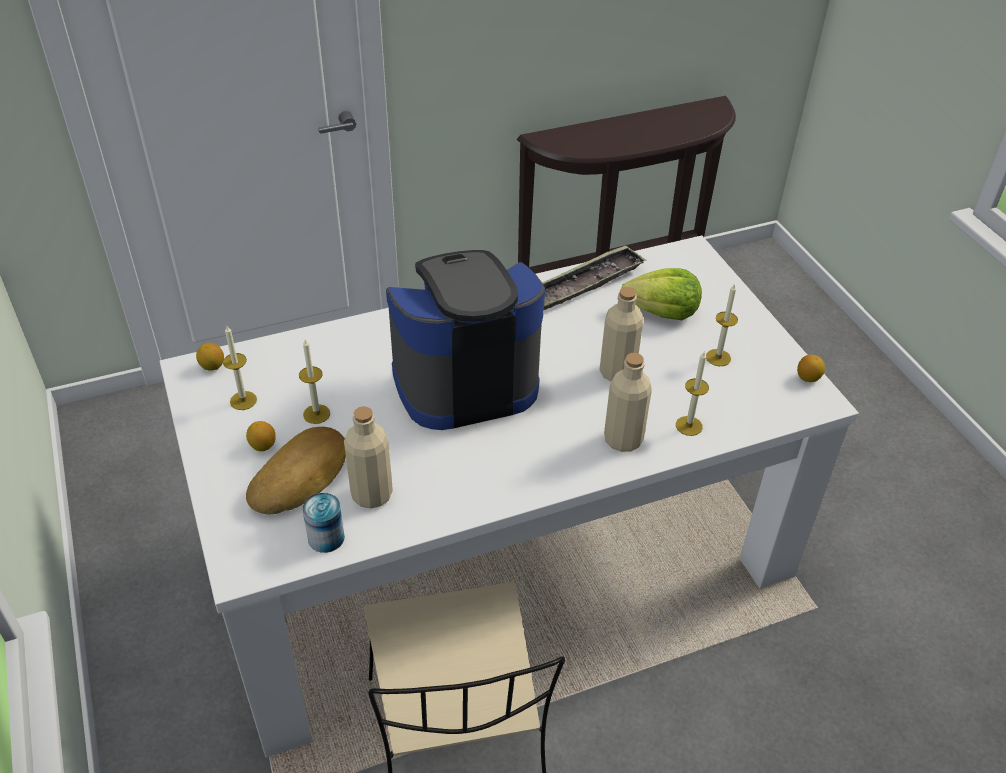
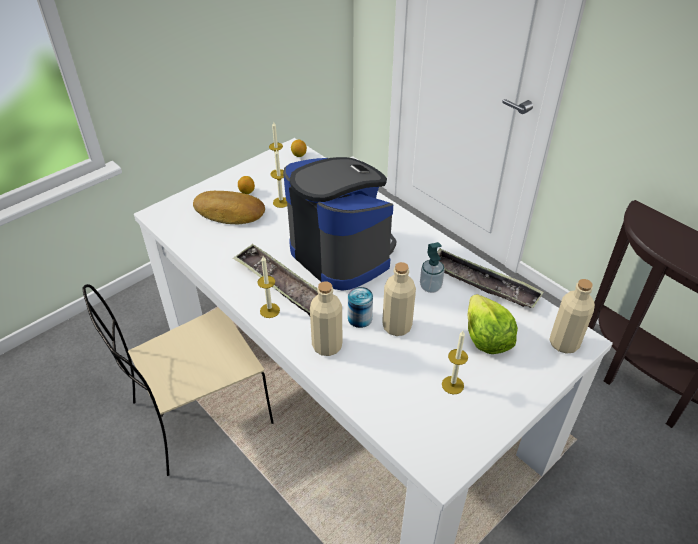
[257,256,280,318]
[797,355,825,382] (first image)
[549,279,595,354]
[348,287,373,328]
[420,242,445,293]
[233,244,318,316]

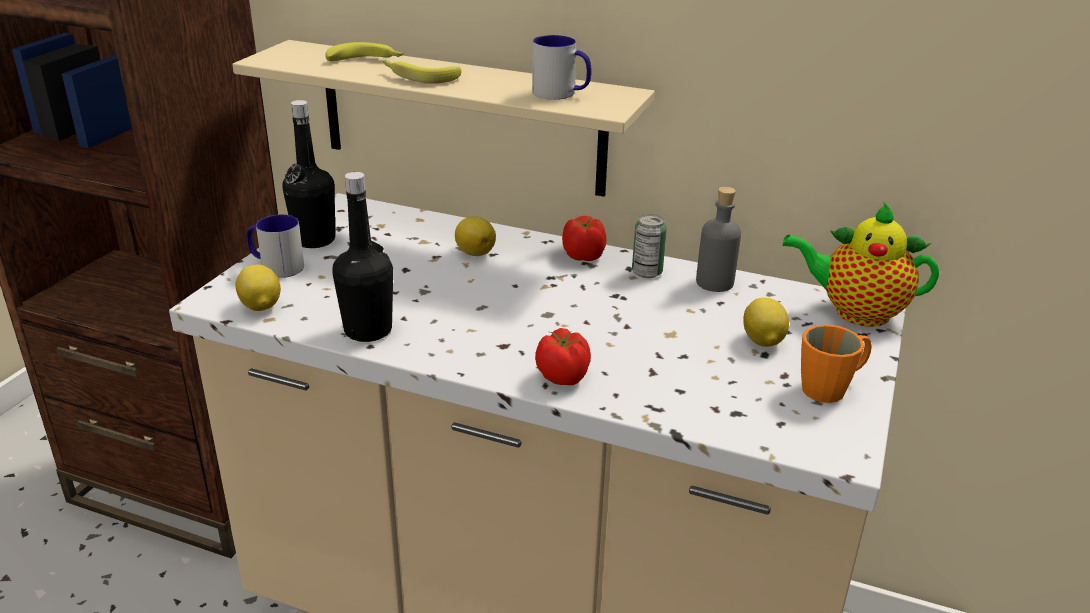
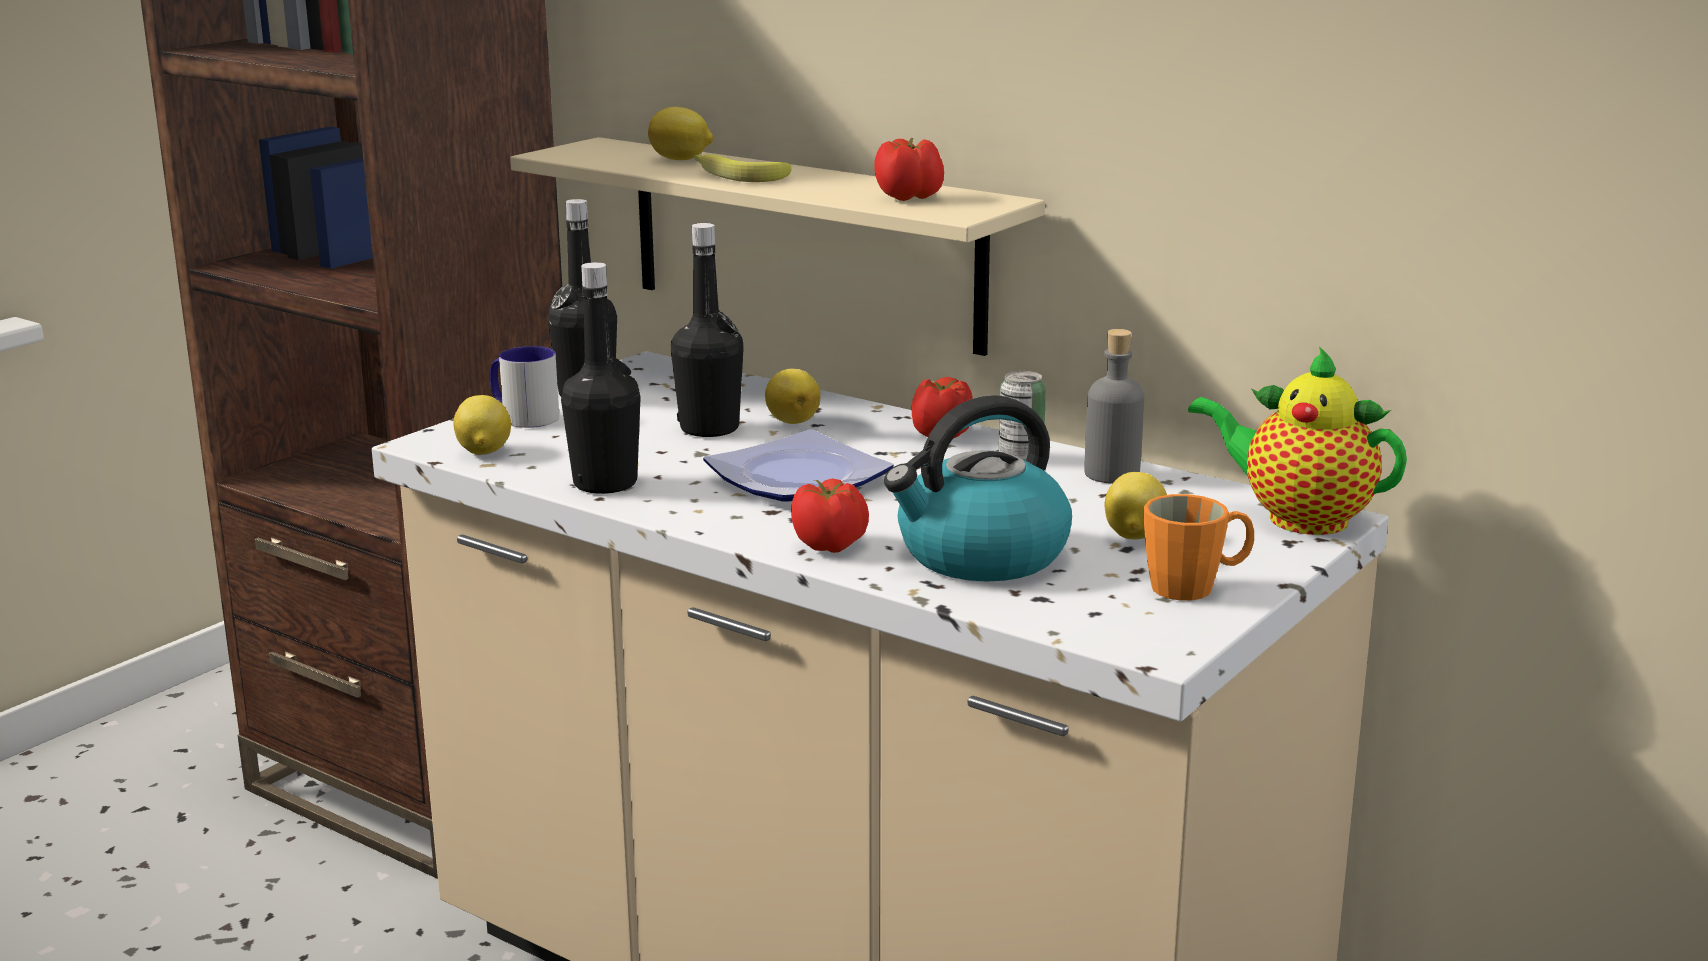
[874,138,944,201]
[648,107,713,160]
[671,223,744,437]
[884,395,1072,581]
[703,429,894,501]

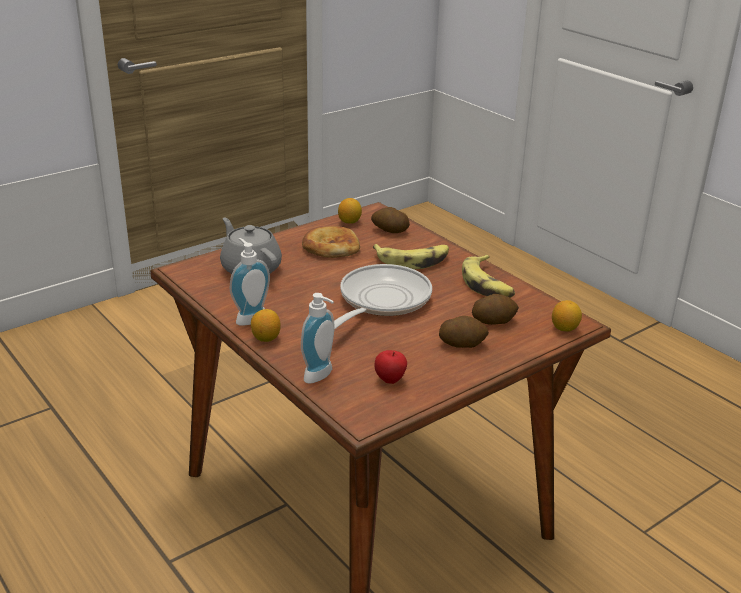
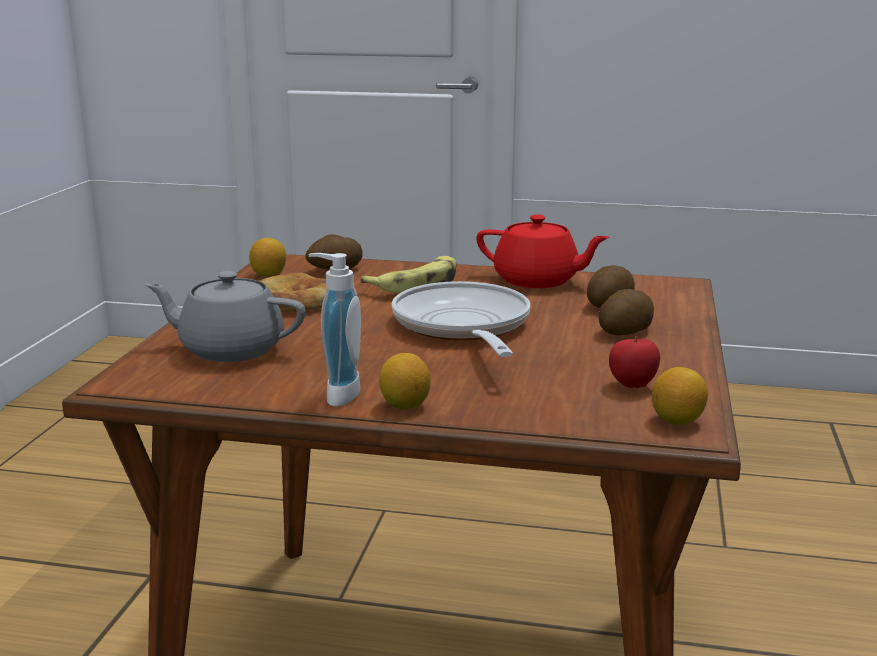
[476,214,610,288]
[301,293,335,384] (first image)
[652,367,708,425]

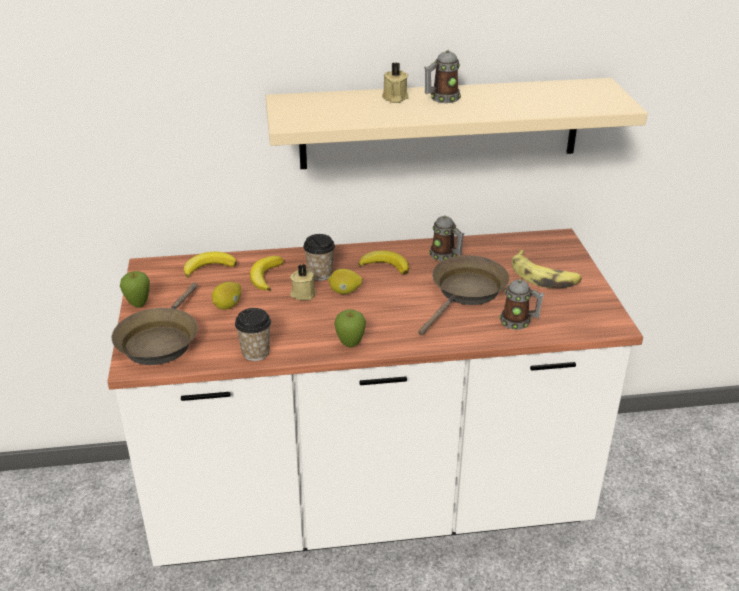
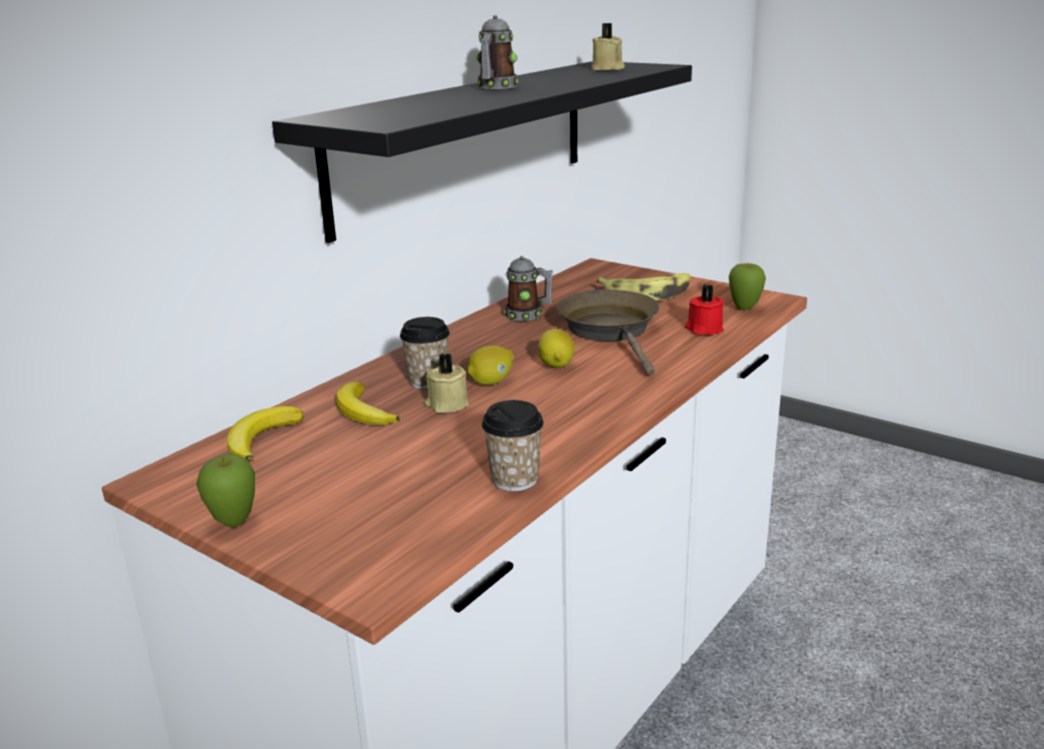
[591,23,625,70]
[272,61,692,243]
[358,250,409,275] (first image)
[685,284,724,335]
[112,282,198,365] (first image)
[538,329,574,368]
[729,263,766,310]

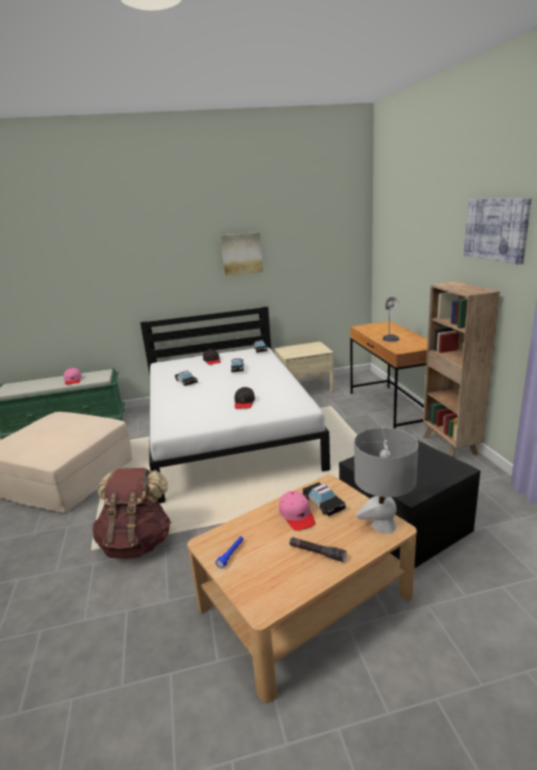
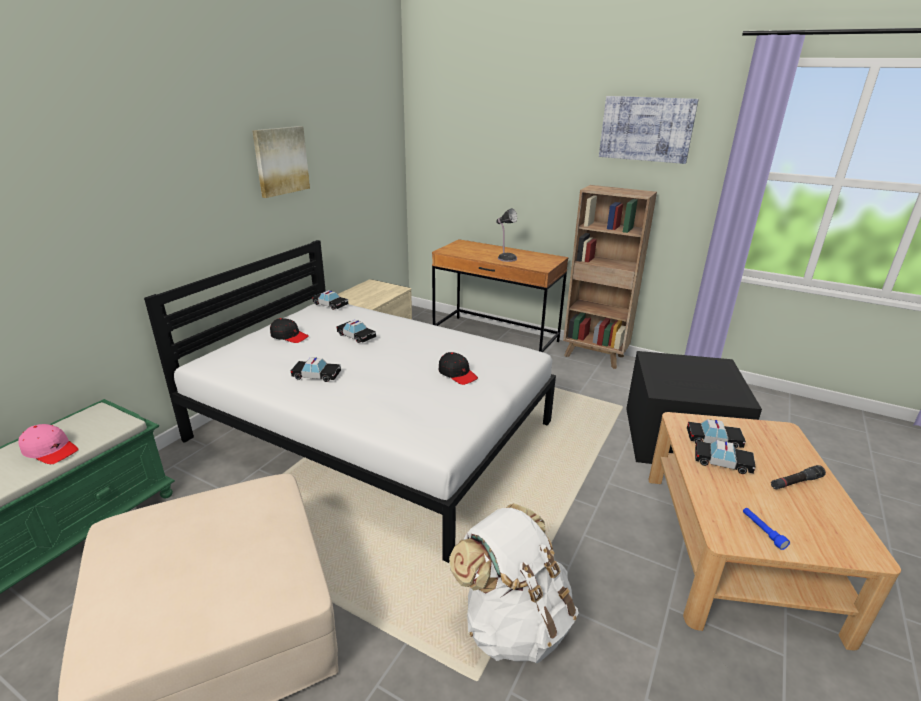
[354,428,418,534] (first image)
[449,503,579,663]
[695,440,756,474]

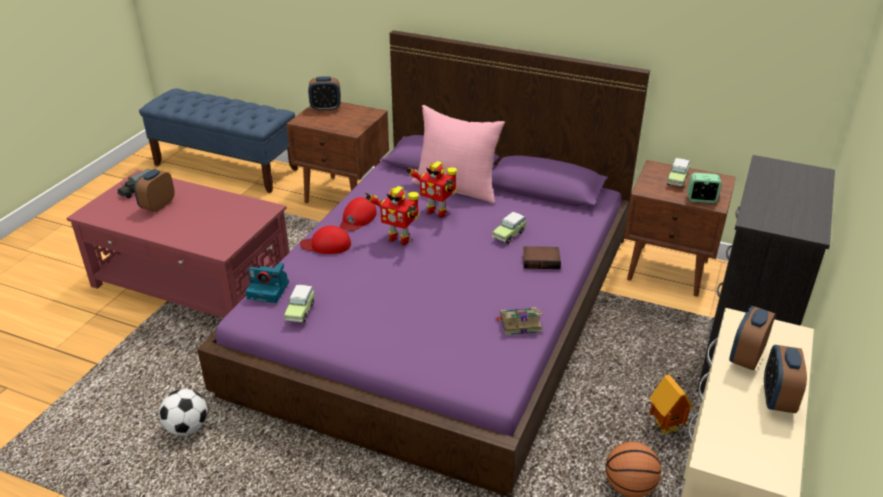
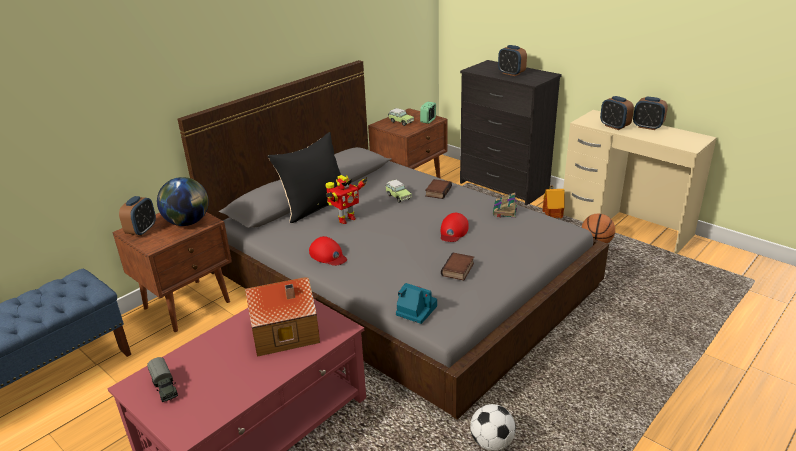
[178,60,609,420]
[267,132,341,223]
[498,45,527,76]
[365,186,419,245] (first image)
[440,213,469,242]
[396,283,437,324]
[284,285,315,323] (first image)
[157,177,209,226]
[441,252,474,281]
[245,277,320,357]

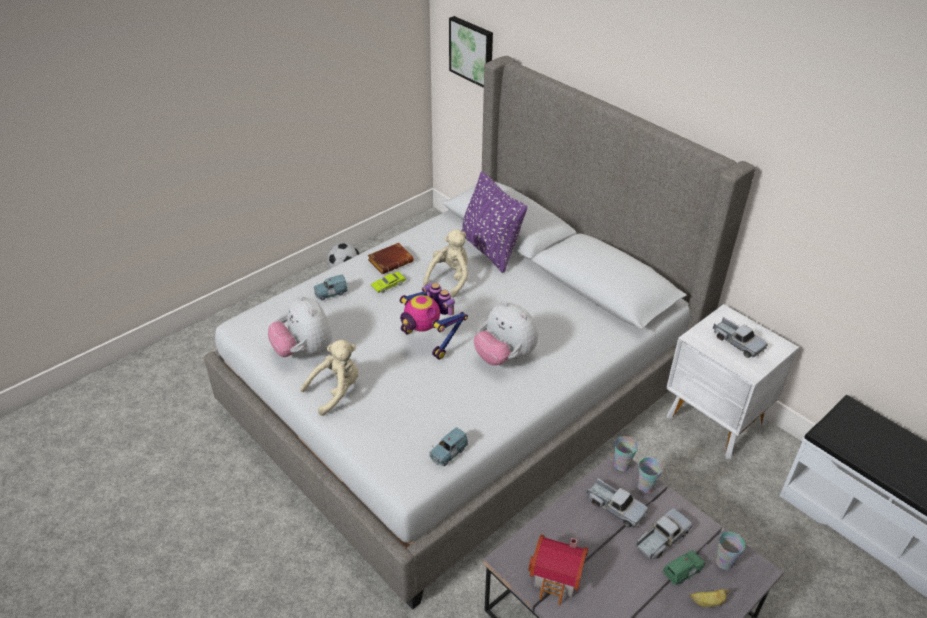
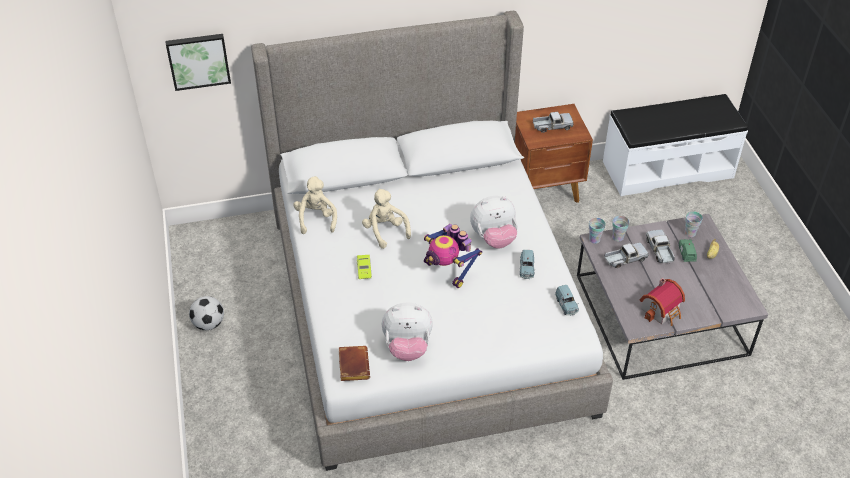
[462,171,527,273] (first image)
[339,346,370,381]
[520,250,535,279]
[424,224,482,288]
[515,104,593,203]
[293,176,337,234]

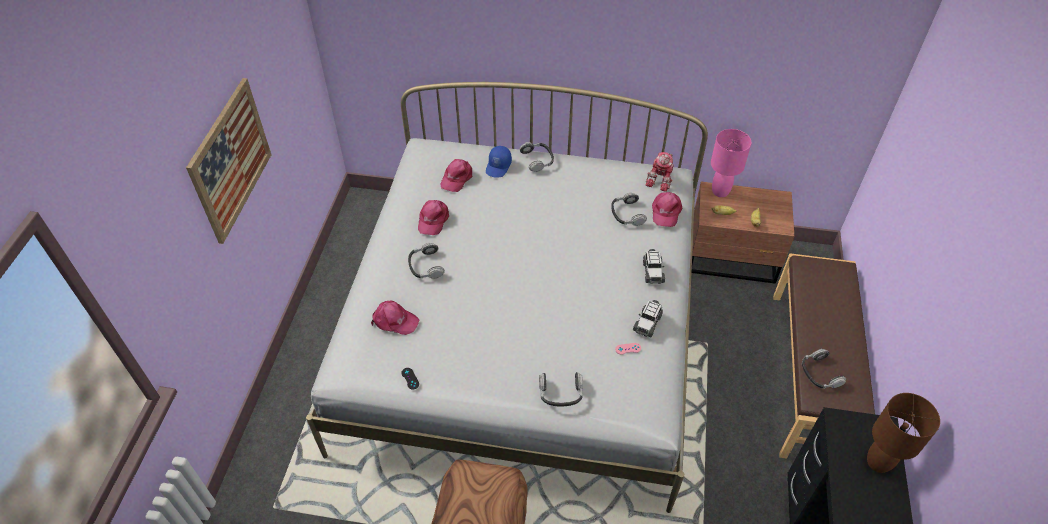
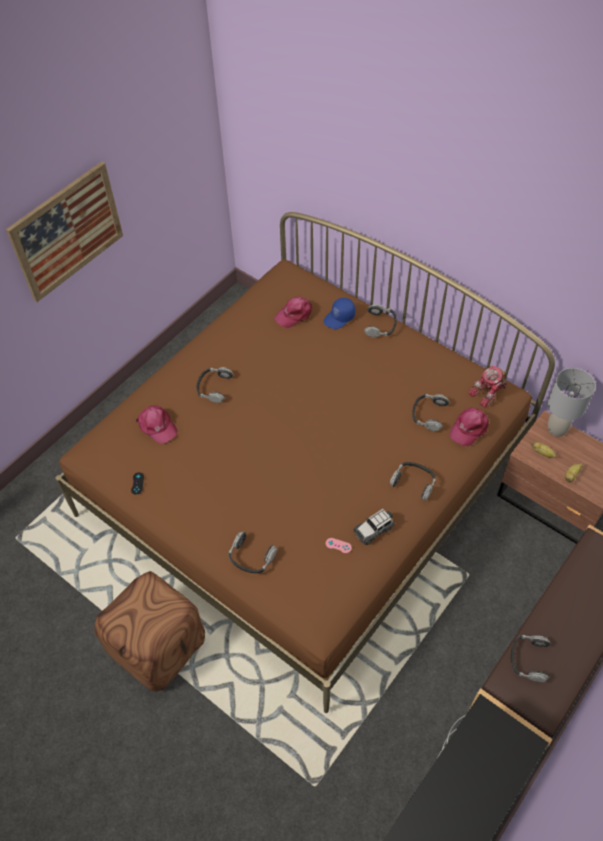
[56,212,555,713]
[548,368,596,437]
[418,200,449,235] (first image)
[390,462,436,500]
[867,393,940,473] (first image)

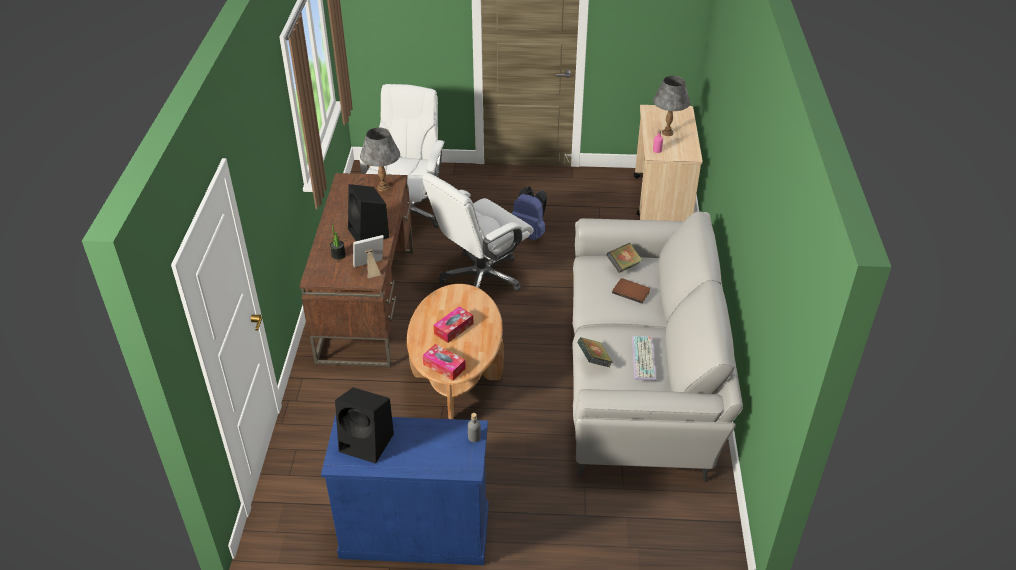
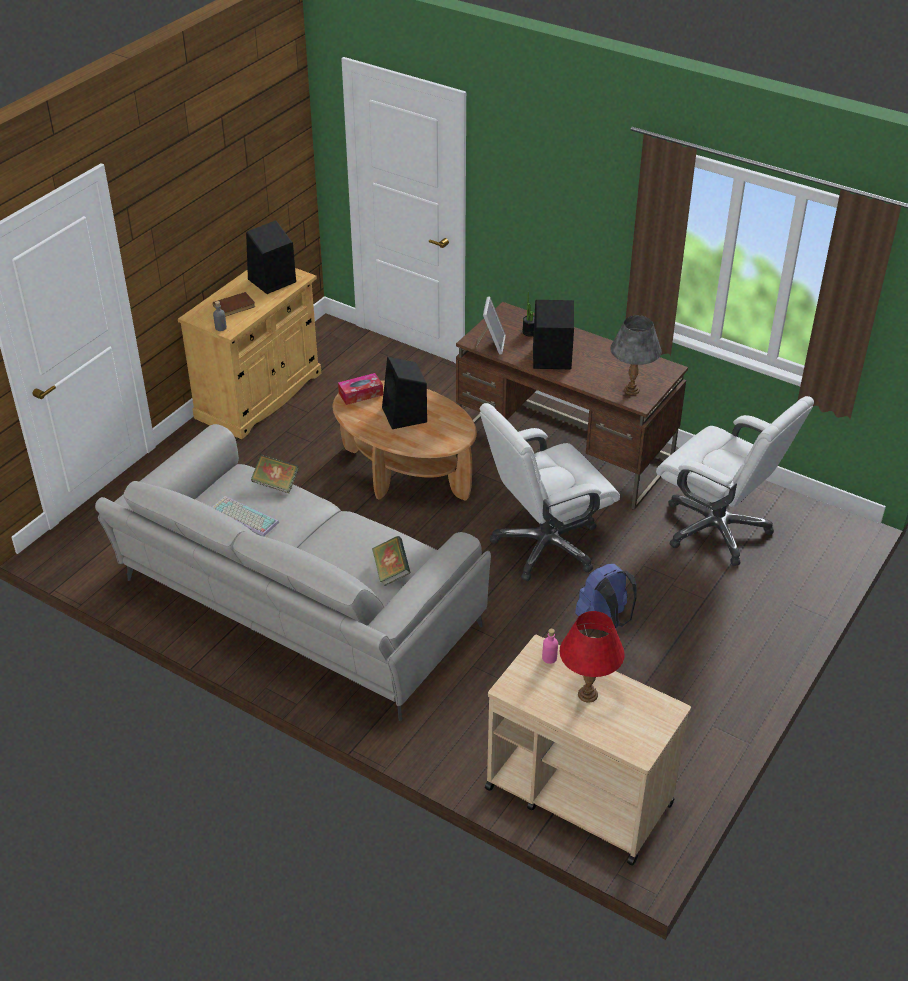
[559,611,625,703]
[480,403,620,581]
[213,292,255,316]
[382,357,427,429]
[178,268,321,439]

